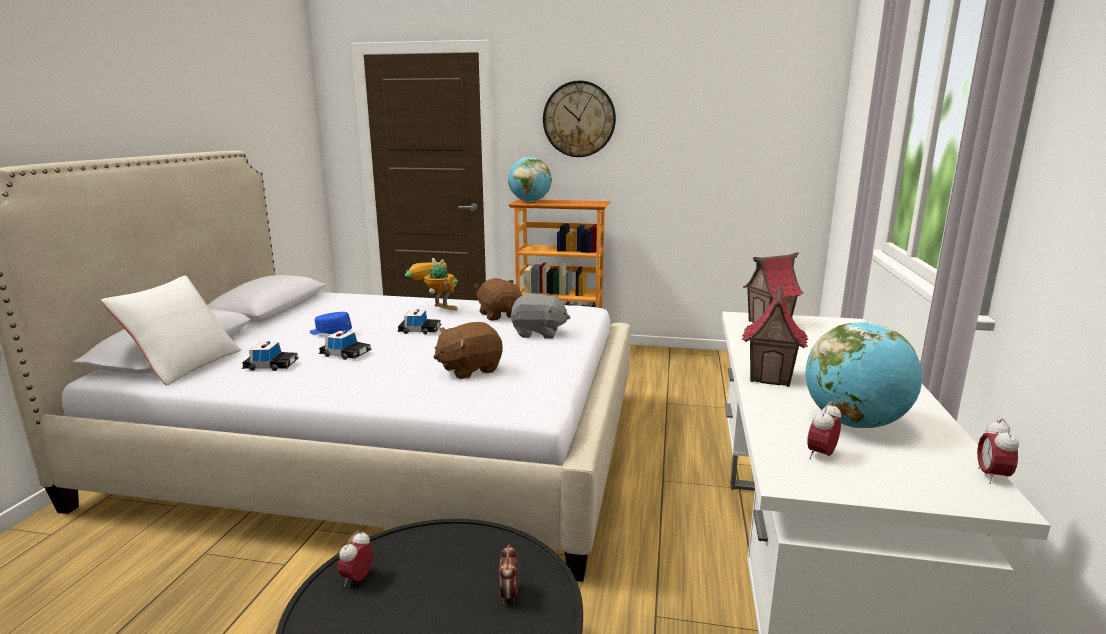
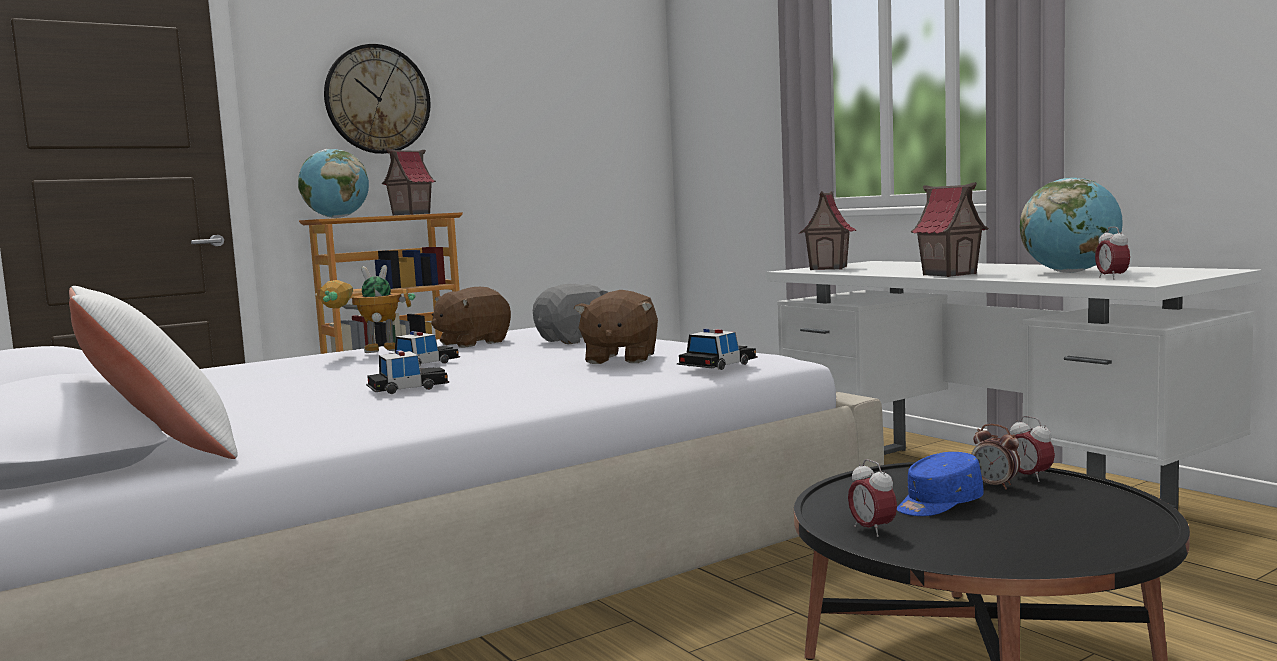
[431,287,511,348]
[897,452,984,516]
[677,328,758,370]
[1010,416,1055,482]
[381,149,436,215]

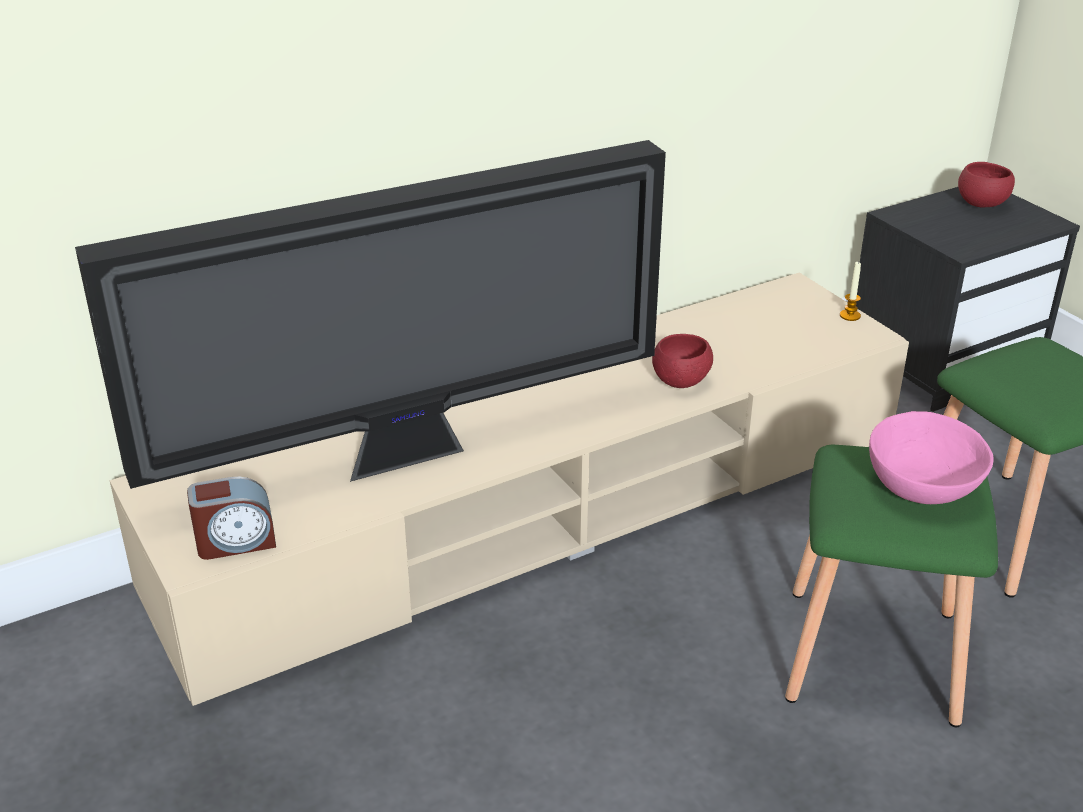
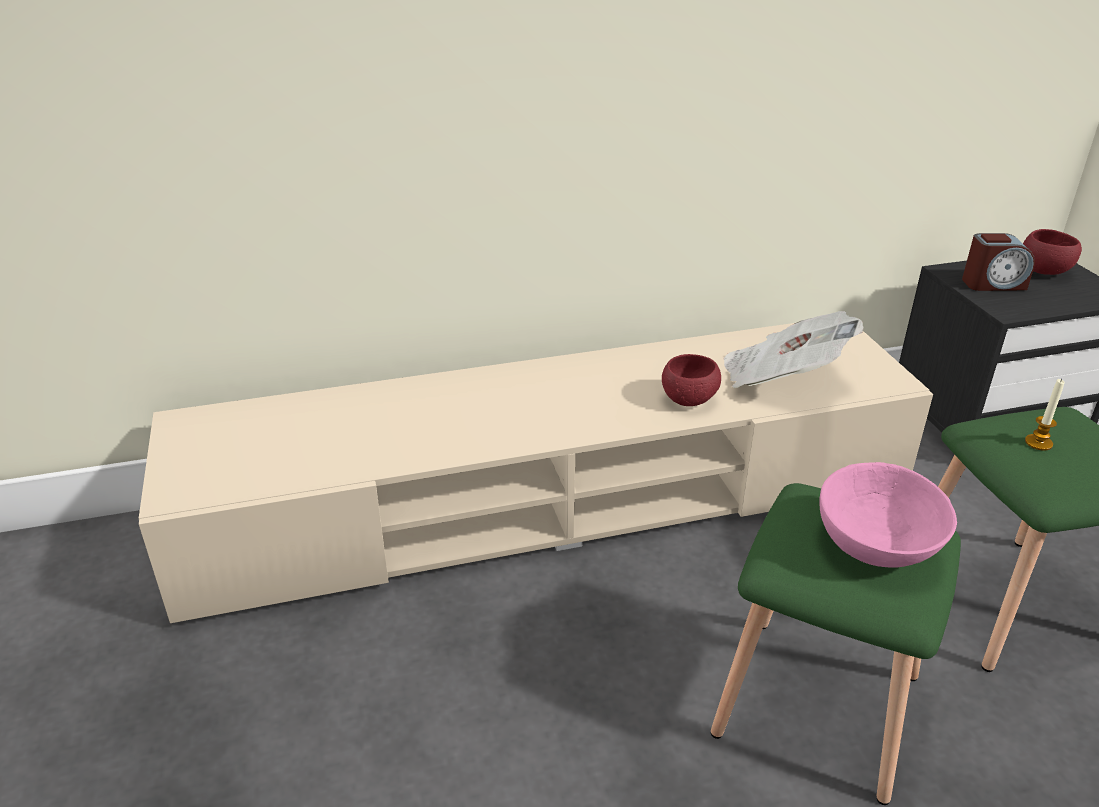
[75,140,666,489] (first image)
[1025,379,1065,451]
[962,233,1035,291]
[723,311,863,388]

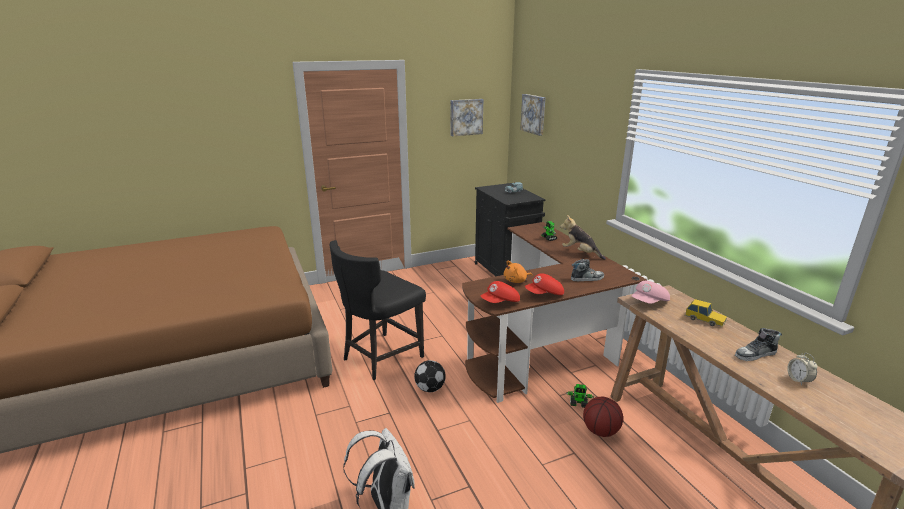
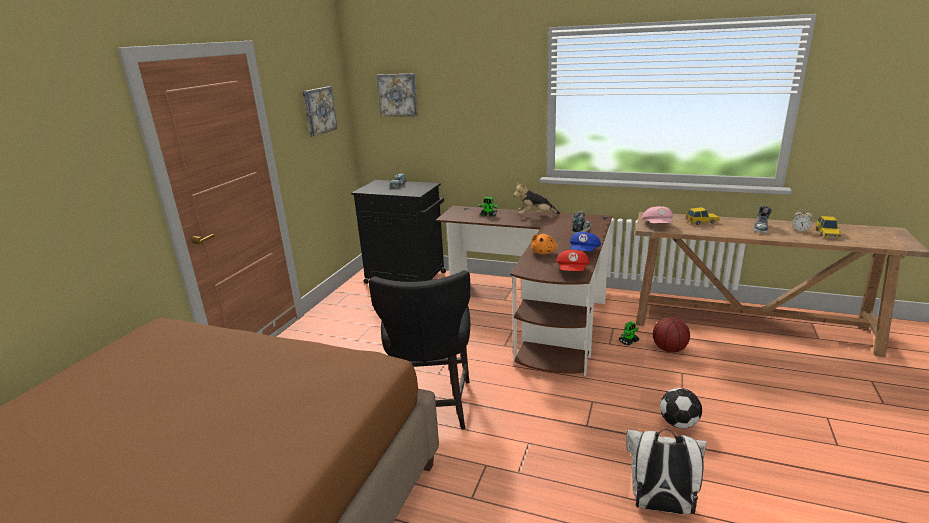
[570,232,601,251]
[660,388,702,429]
[815,216,841,238]

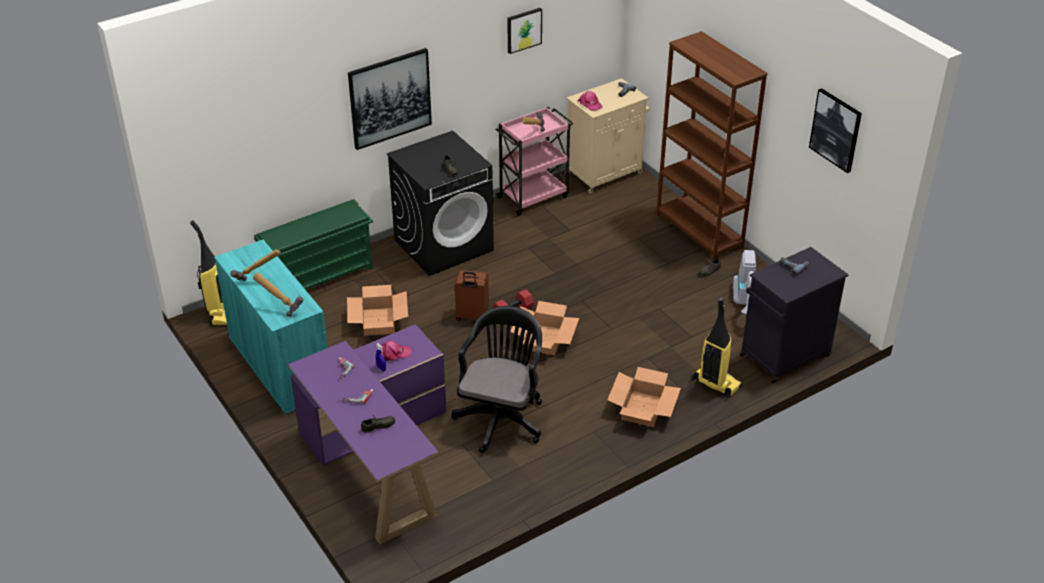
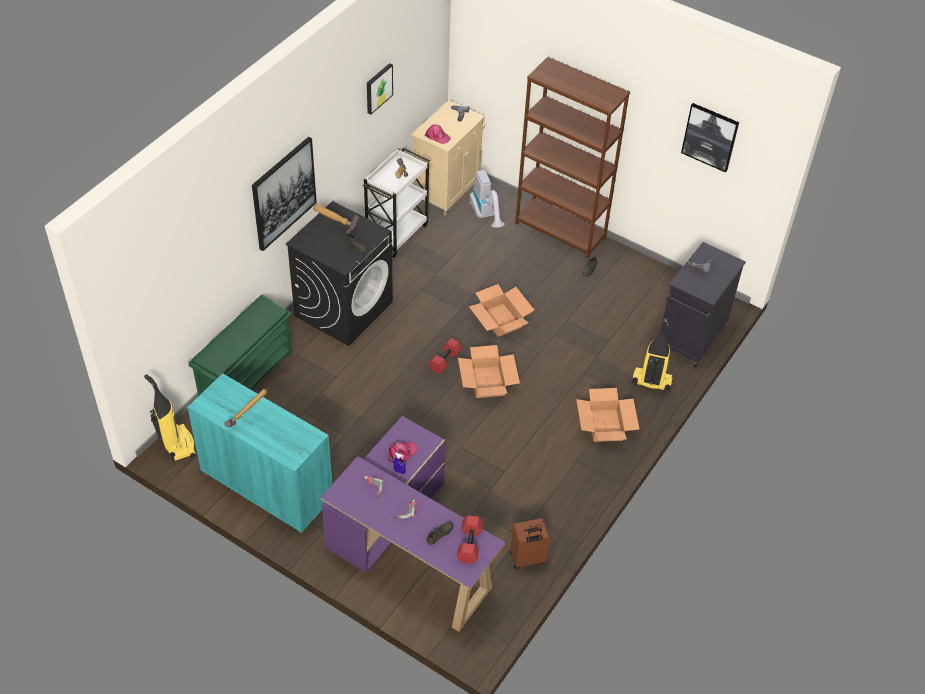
[363,148,430,258]
[469,170,505,228]
[510,518,550,569]
[313,204,360,233]
[469,284,534,337]
[452,306,542,453] (first image)
[457,515,483,564]

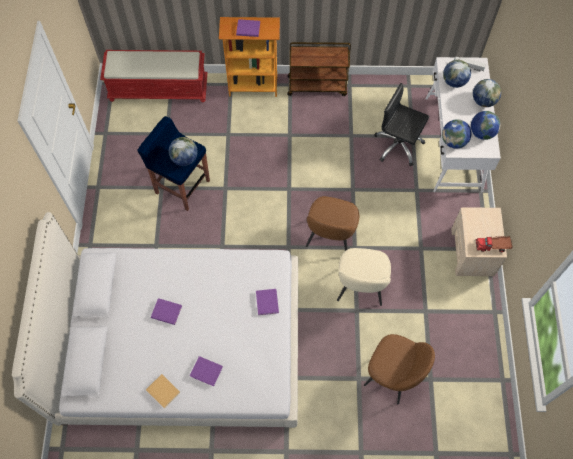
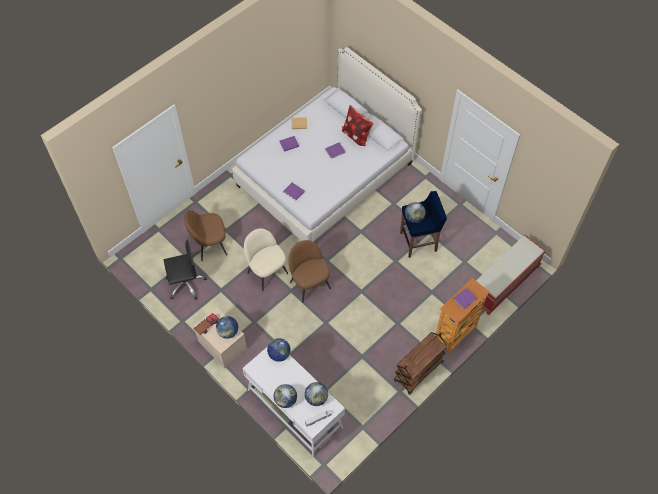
[164,240,207,300]
[216,316,238,339]
[342,105,373,146]

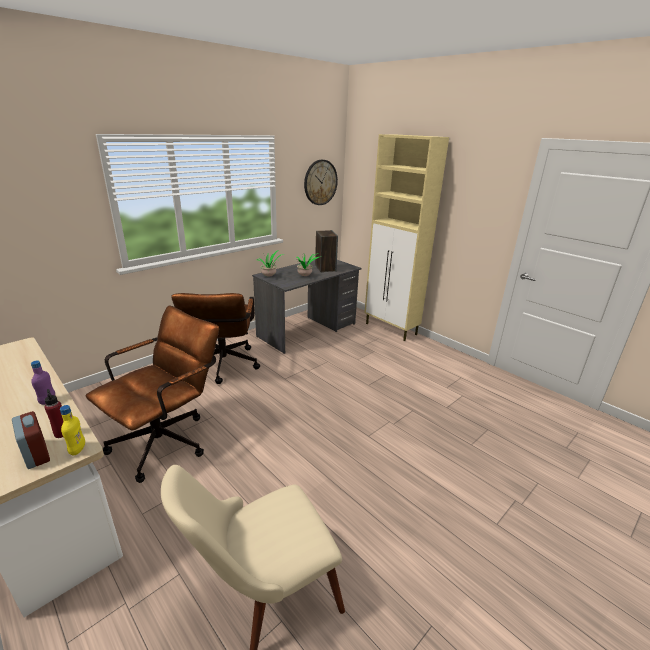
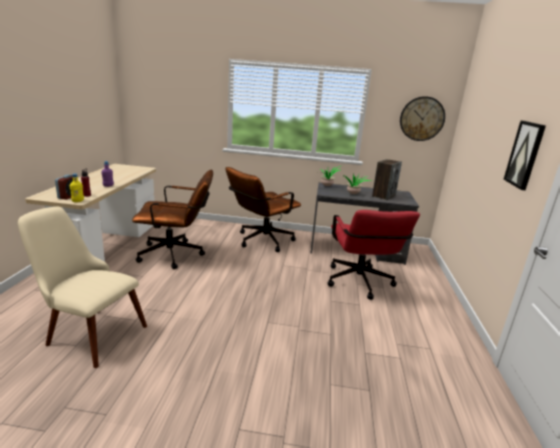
[364,134,449,341] (first image)
[503,121,546,190]
[327,210,420,300]

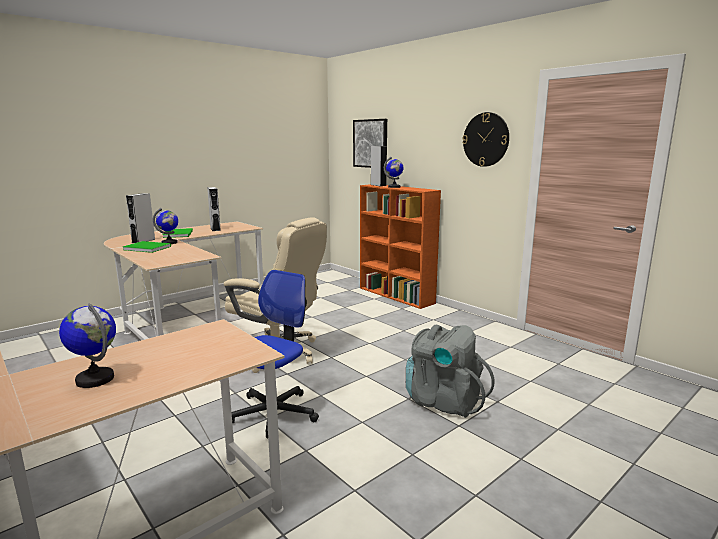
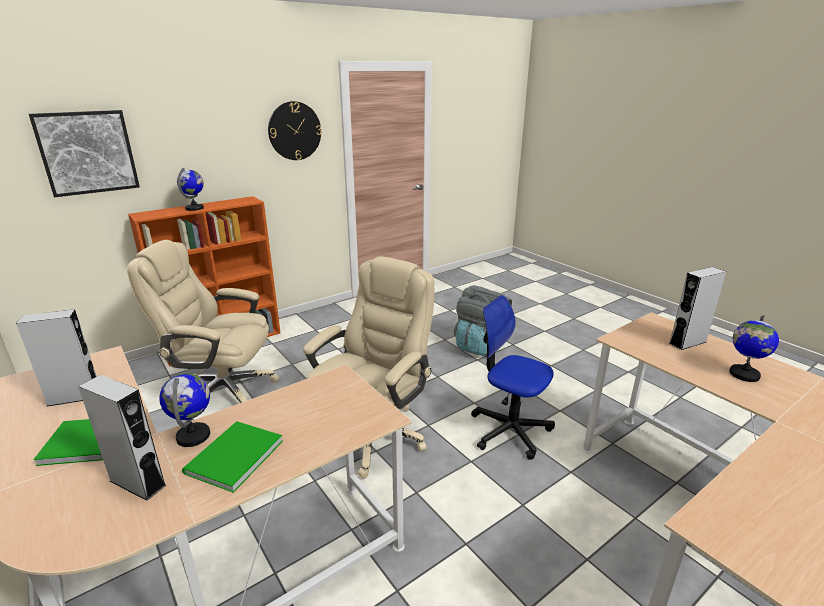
[669,267,726,350]
[127,240,279,403]

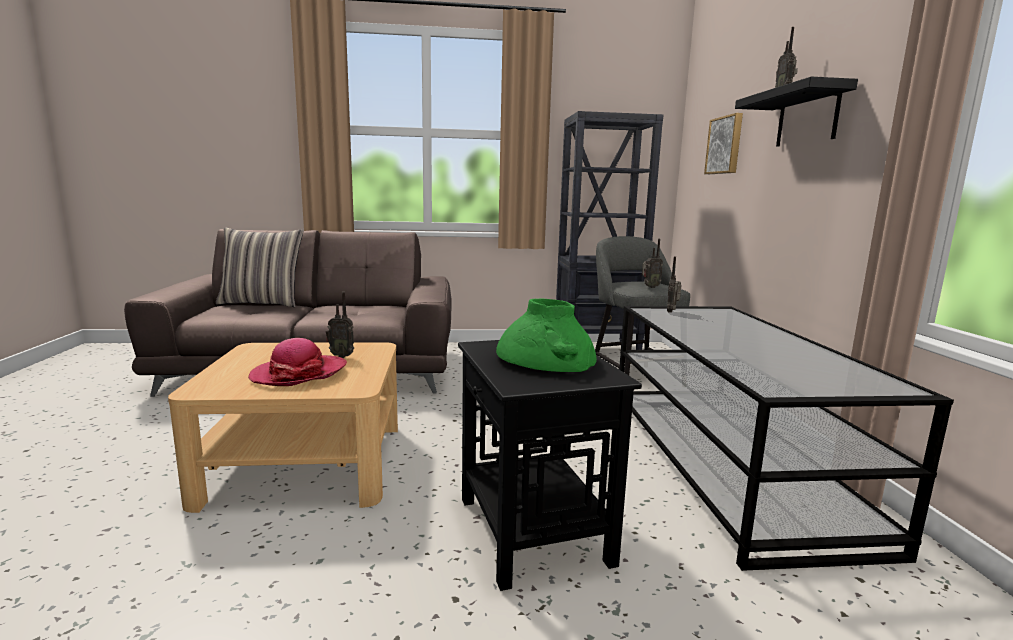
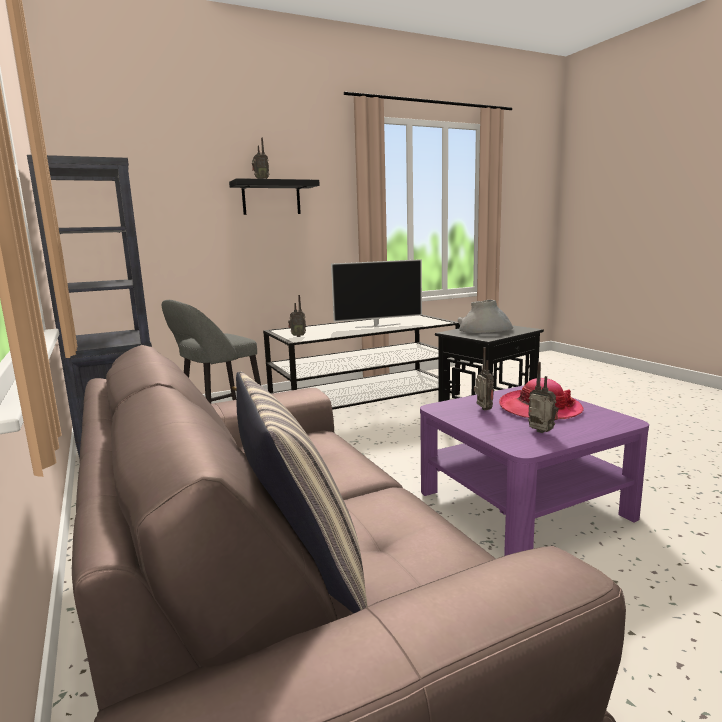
[704,113,743,174] (first image)
[528,362,559,433]
[458,300,513,333]
[420,385,649,556]
[331,259,422,328]

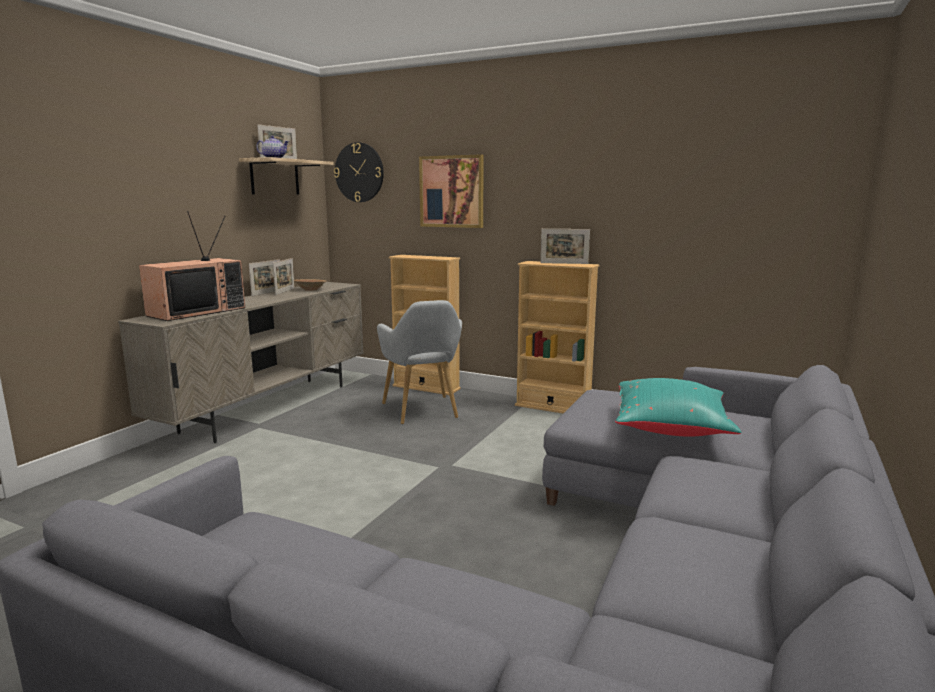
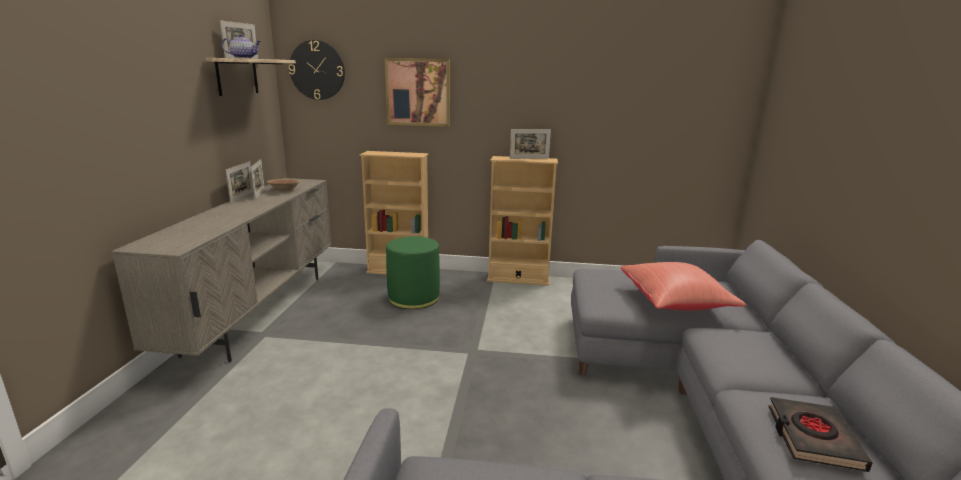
[139,211,245,321] (first image)
[386,236,440,309]
[621,262,747,310]
[768,397,873,472]

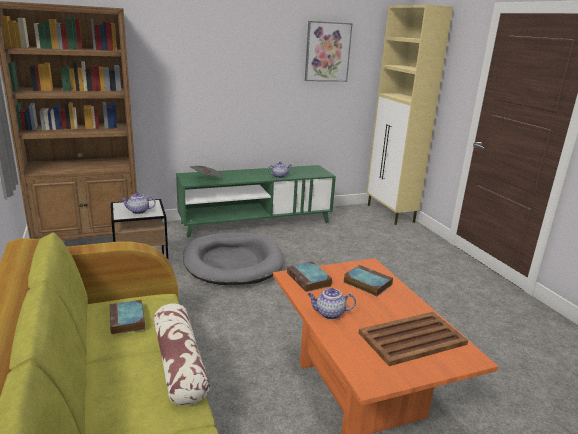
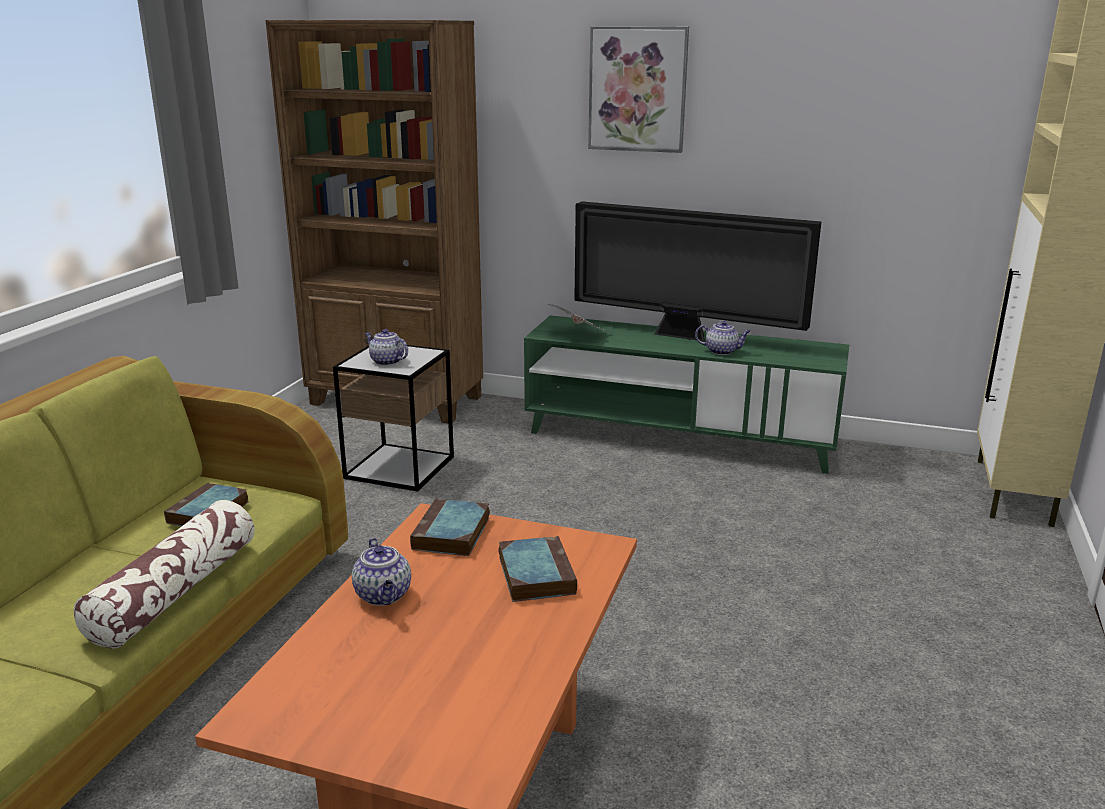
[588,26,689,153]
[183,232,284,285] (first image)
[352,538,411,606]
[359,312,468,366] (first image)
[574,201,822,341]

